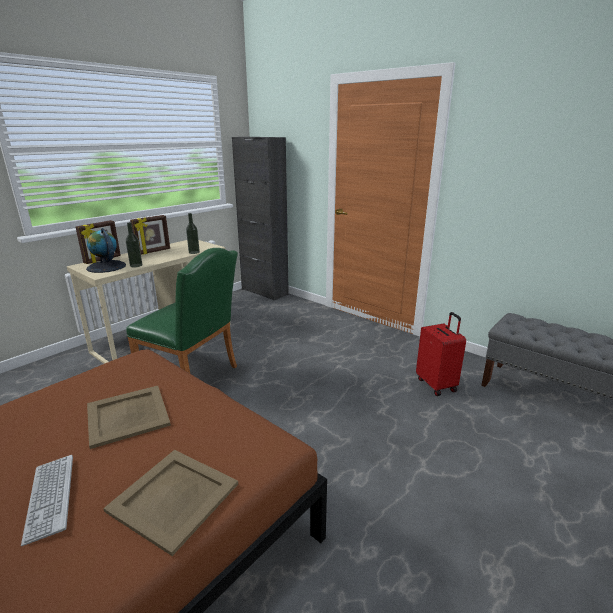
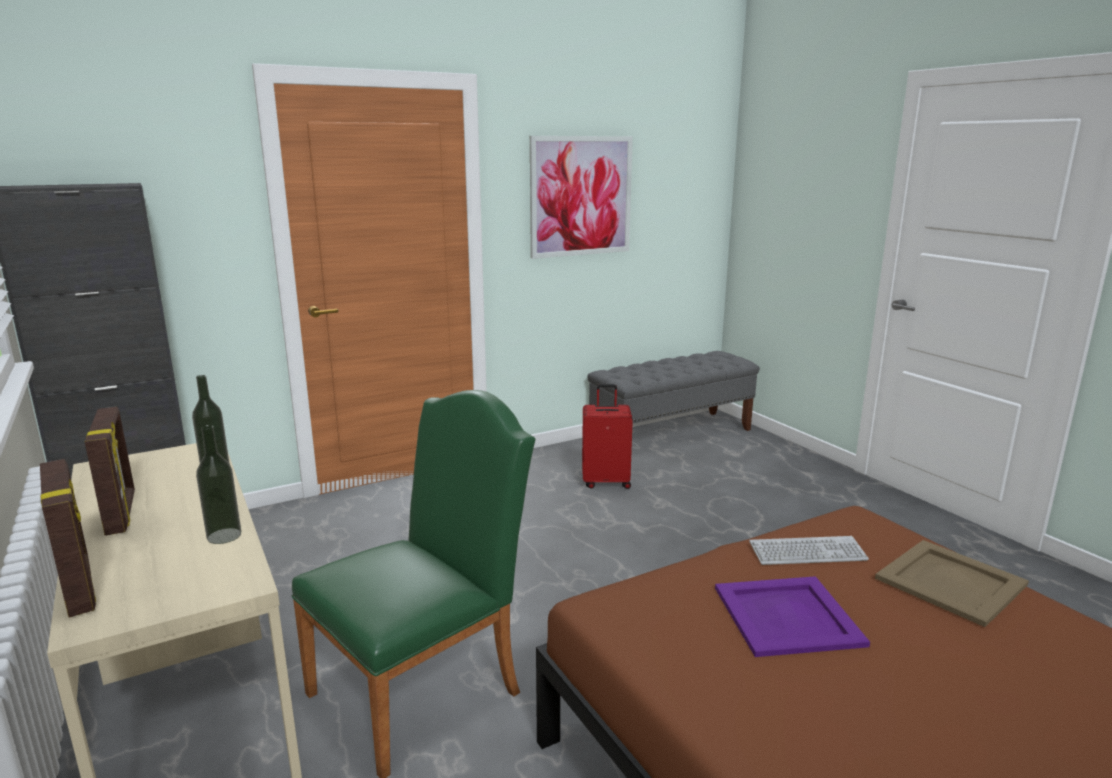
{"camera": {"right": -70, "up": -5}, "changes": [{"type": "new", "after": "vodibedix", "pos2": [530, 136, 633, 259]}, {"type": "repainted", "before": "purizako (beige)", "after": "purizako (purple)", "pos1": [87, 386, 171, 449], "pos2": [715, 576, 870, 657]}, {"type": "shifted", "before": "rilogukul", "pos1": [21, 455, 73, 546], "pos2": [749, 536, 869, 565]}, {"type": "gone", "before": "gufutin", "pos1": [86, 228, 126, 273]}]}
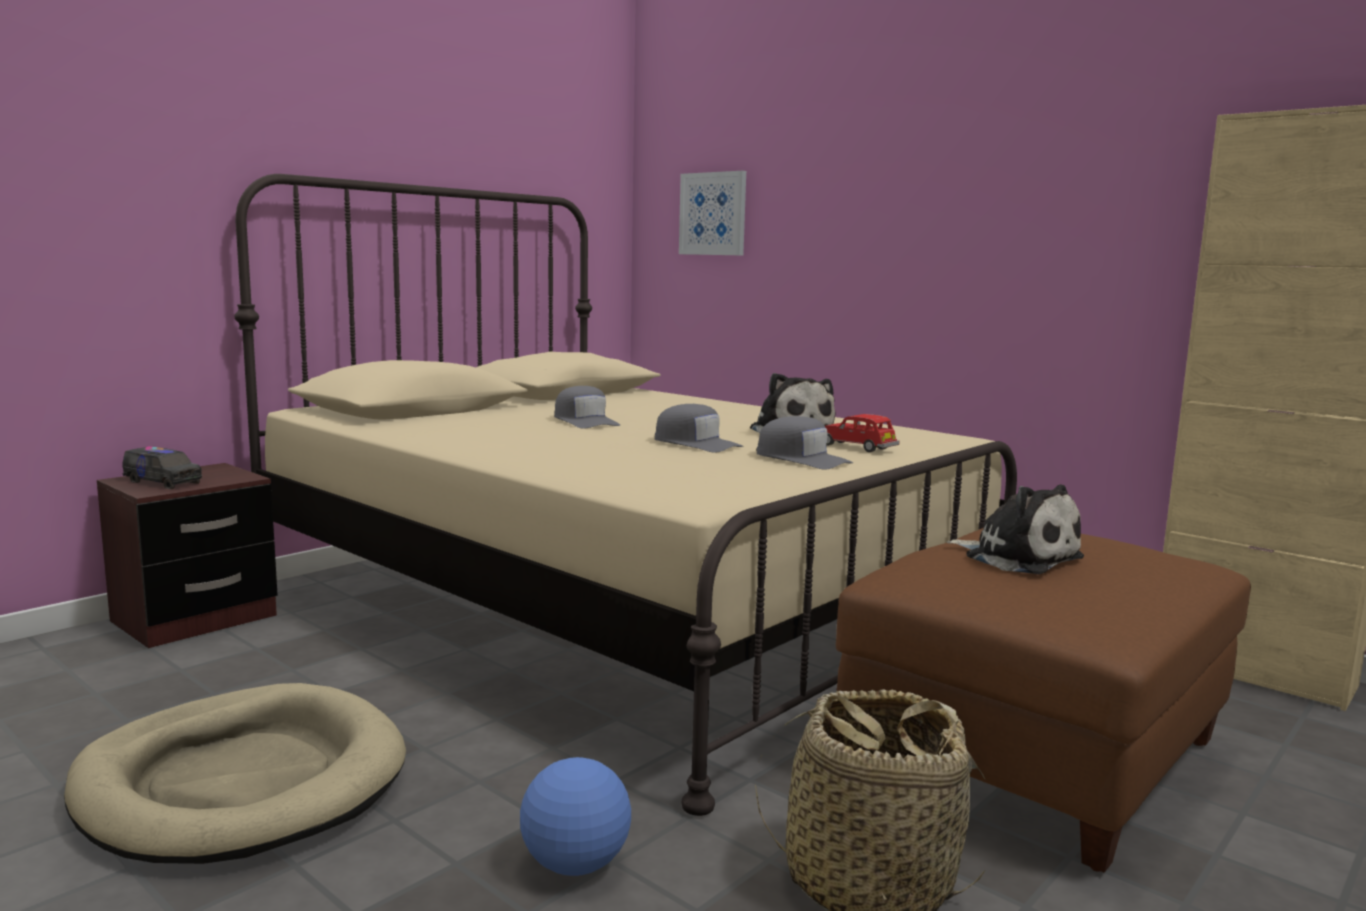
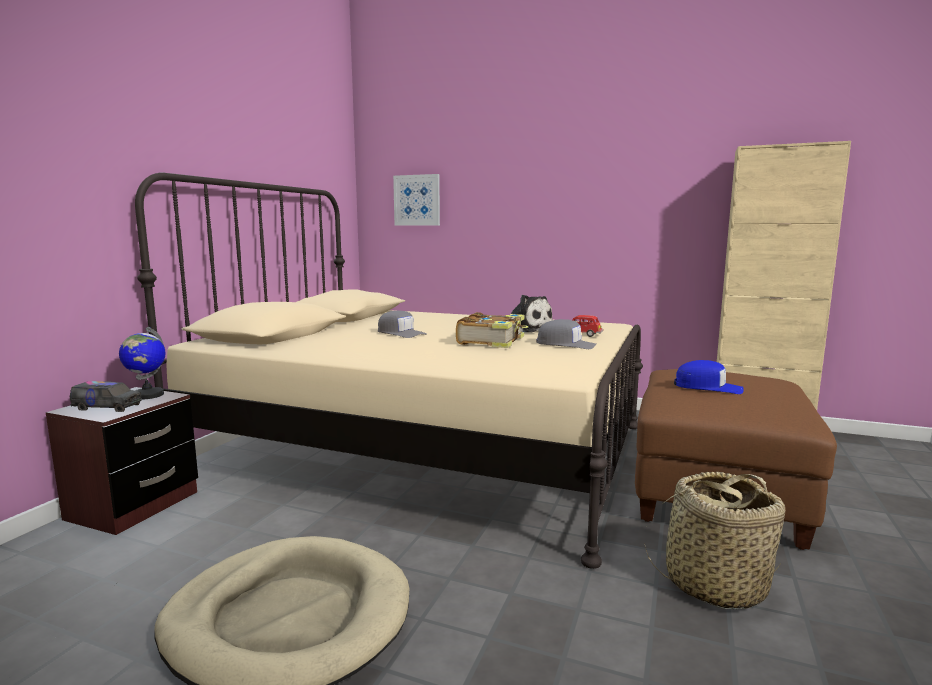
{"camera": {"right": -20, "up": 0}, "changes": [{"type": "new", "after": "gufutin", "pos2": [119, 327, 166, 400]}, {"type": "swapped", "before": "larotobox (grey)", "after": "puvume", "pos1": [655, 404, 744, 453], "pos2": [456, 312, 529, 348]}, {"type": "swapped", "before": "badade", "after": "larotobox (blue)", "pos1": [947, 485, 1084, 574], "pos2": [674, 360, 744, 394]}, {"type": "gone", "before": "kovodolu", "pos1": [520, 757, 631, 876]}]}
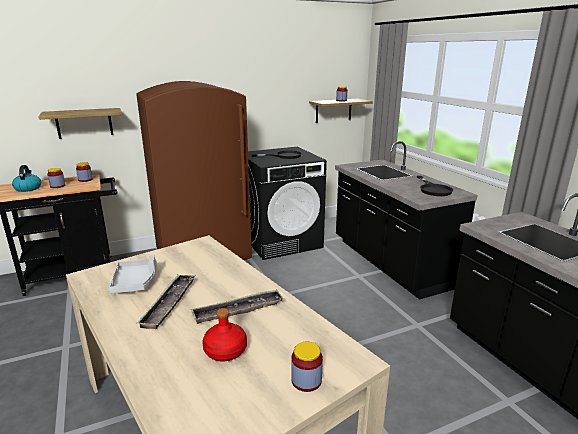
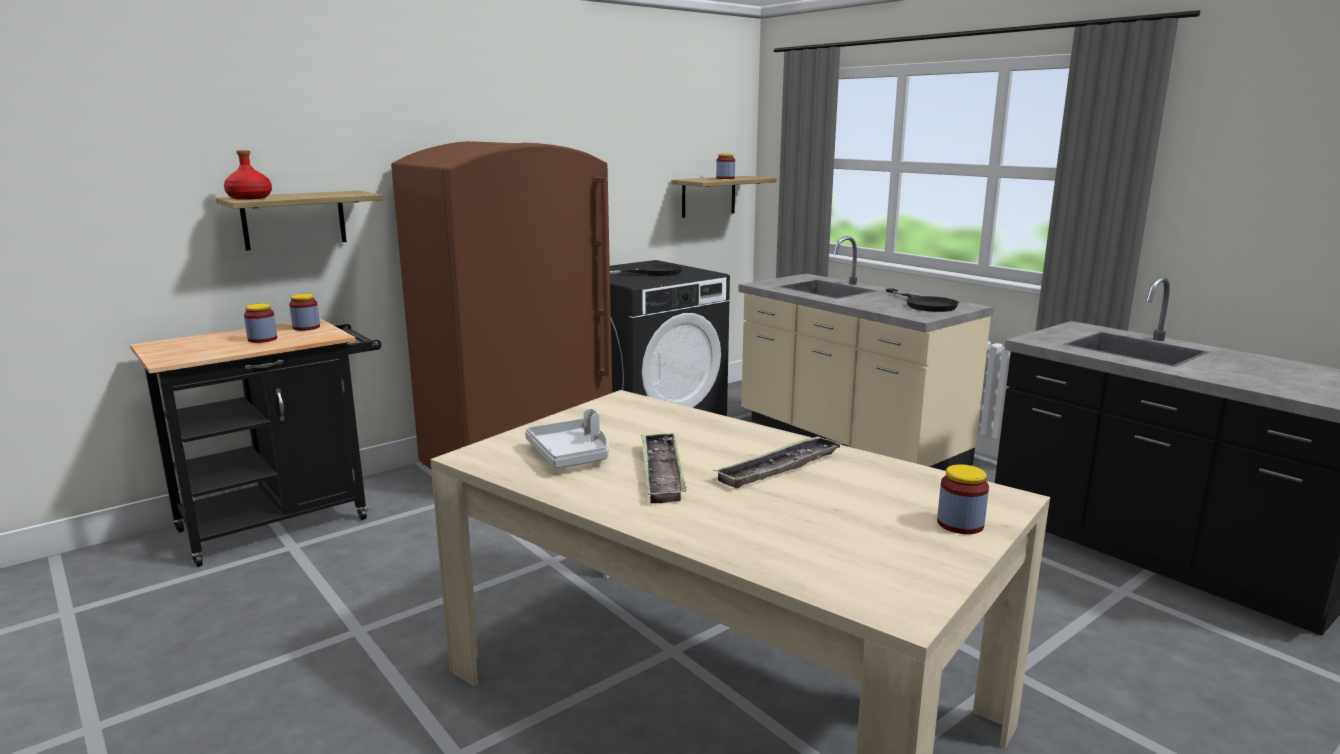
{"camera": {"right": -15, "up": -5}, "changes": [{"type": "shifted", "before": "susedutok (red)", "pos1": [202, 308, 247, 362], "pos2": [224, 150, 272, 200]}, {"type": "repainted", "before": "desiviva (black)", "after": "desiviva (beige)", "pos1": [335, 141, 478, 300], "pos2": [738, 236, 994, 471]}, {"type": "gone", "before": "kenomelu", "pos1": [12, 165, 41, 192]}]}
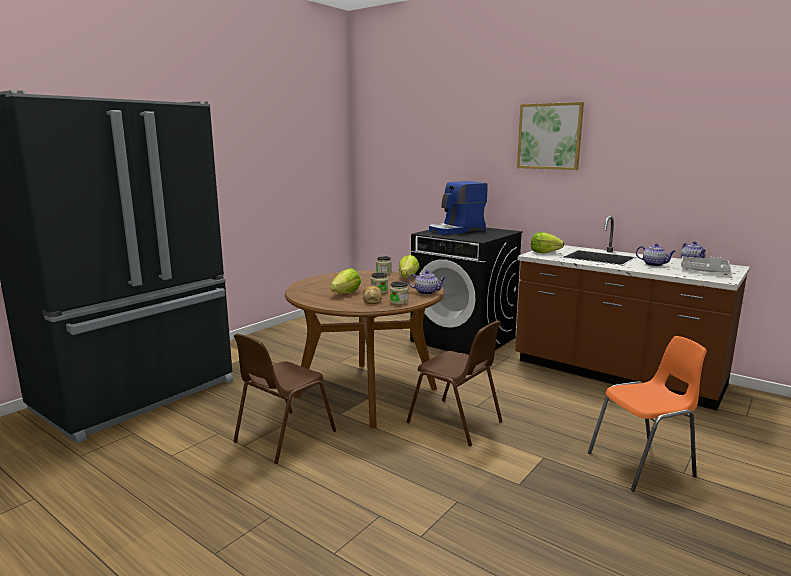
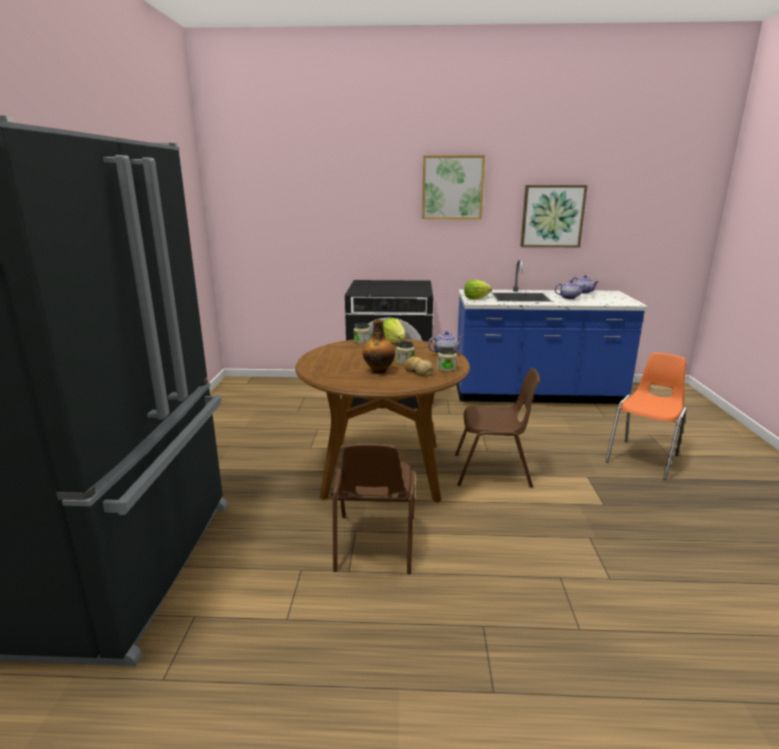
{"camera": {"right": -35, "up": 5}, "changes": [{"type": "swapped", "before": "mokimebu", "after": "susedutok", "pos1": [330, 268, 361, 293], "pos2": [363, 319, 395, 373]}, {"type": "repainted", "before": "desiviva (brown)", "after": "desiviva (blue)", "pos1": [515, 216, 750, 411], "pos2": [456, 260, 649, 404]}, {"type": "new", "after": "vodibedix", "pos2": [520, 185, 588, 247]}, {"type": "gone", "before": "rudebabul", "pos1": [429, 181, 488, 235]}, {"type": "gone", "before": "purizako (grey)", "pos1": [681, 257, 731, 272]}]}
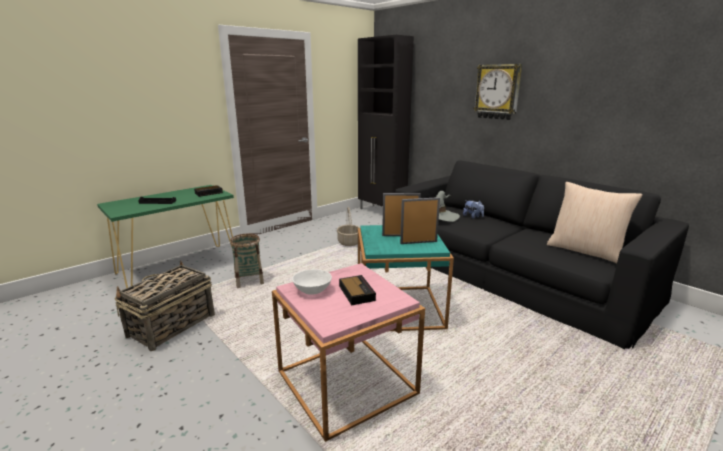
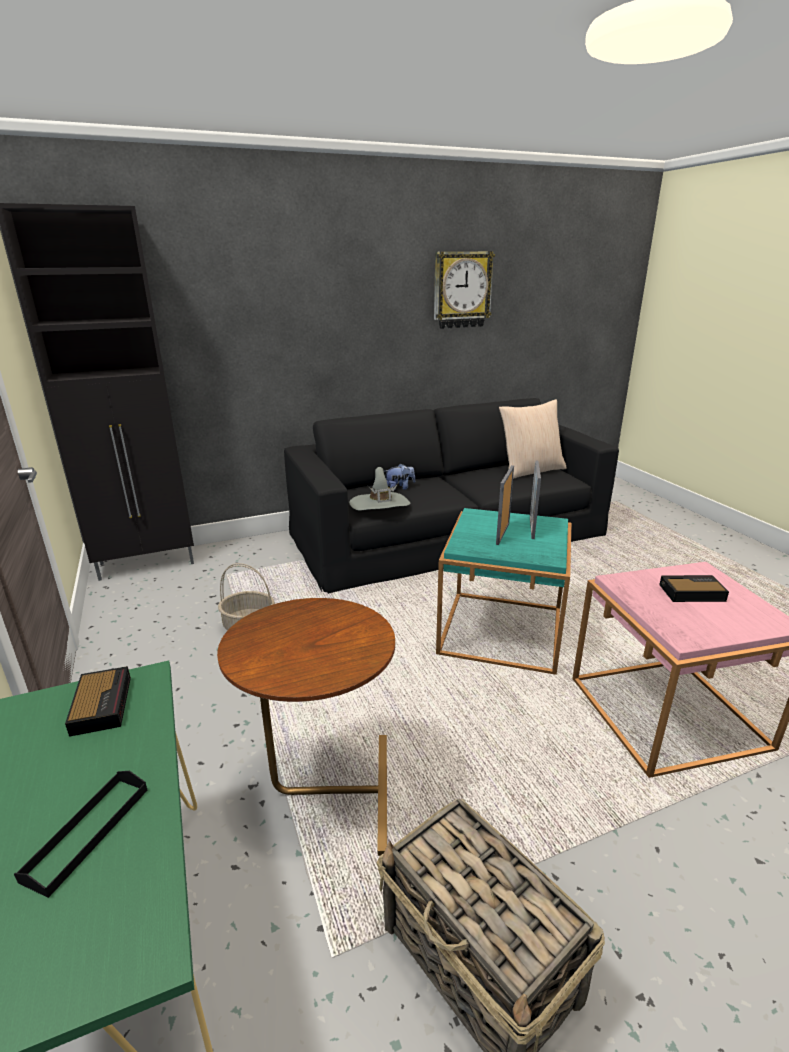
{"camera": {"right": -70, "up": 5}, "changes": [{"type": "swapped", "before": "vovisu", "after": "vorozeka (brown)", "pos1": [230, 233, 264, 288], "pos2": [217, 598, 395, 856]}, {"type": "shifted", "before": "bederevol", "pos1": [473, 64, 522, 120], "pos2": [434, 251, 495, 329]}, {"type": "gone", "before": "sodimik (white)", "pos1": [292, 269, 332, 295]}]}
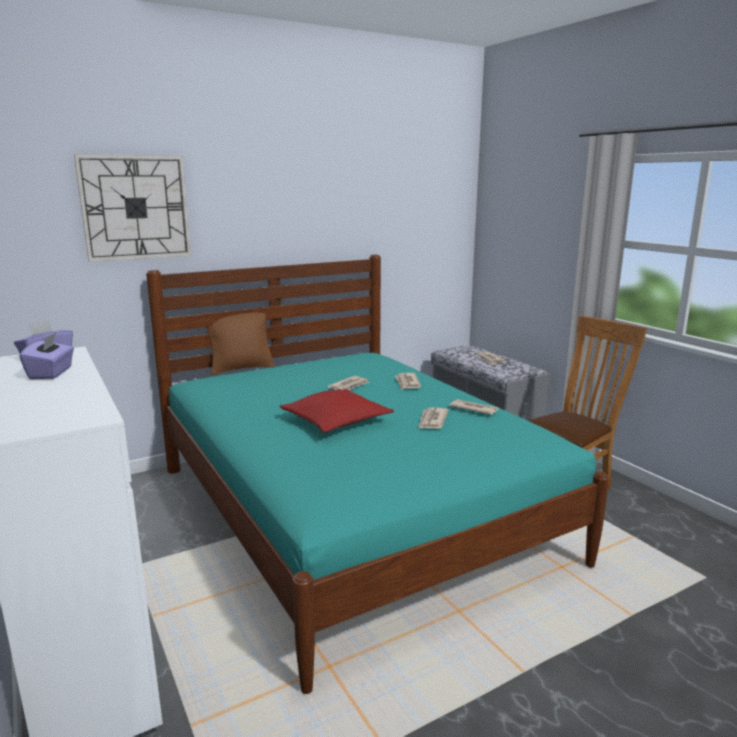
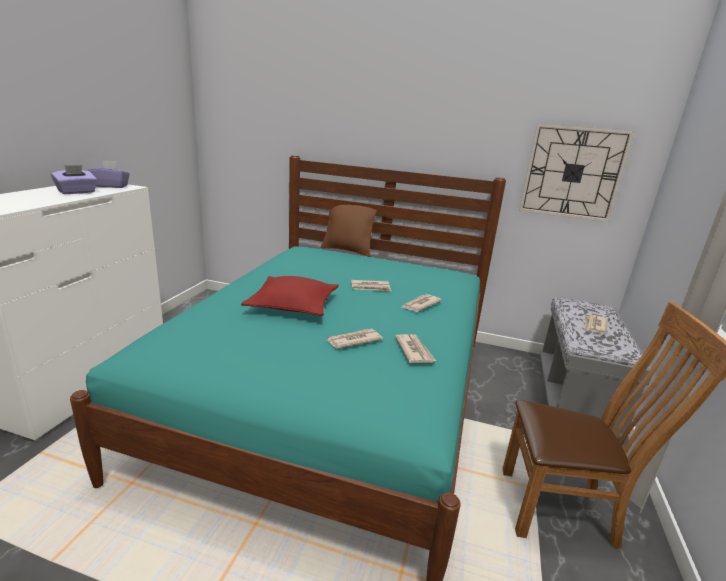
{"camera": {"right": 45, "up": 5}, "changes": [{"type": "shifted", "before": "bederevol", "pos1": [74, 154, 191, 262], "pos2": [519, 123, 635, 222]}]}
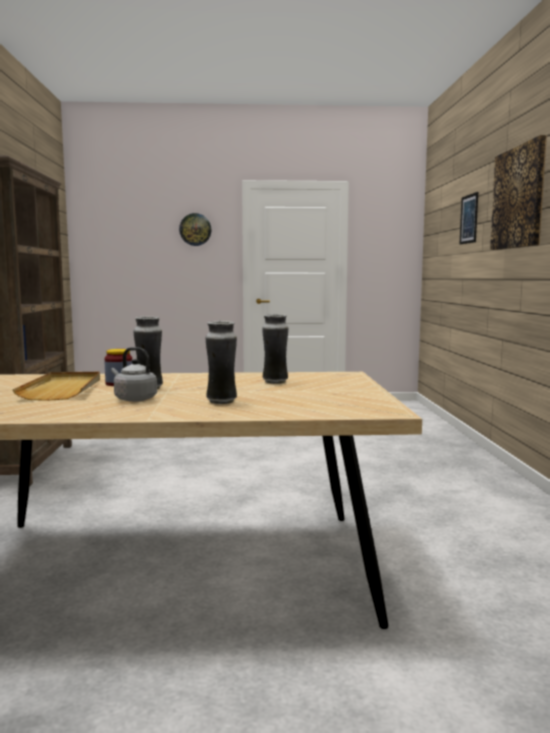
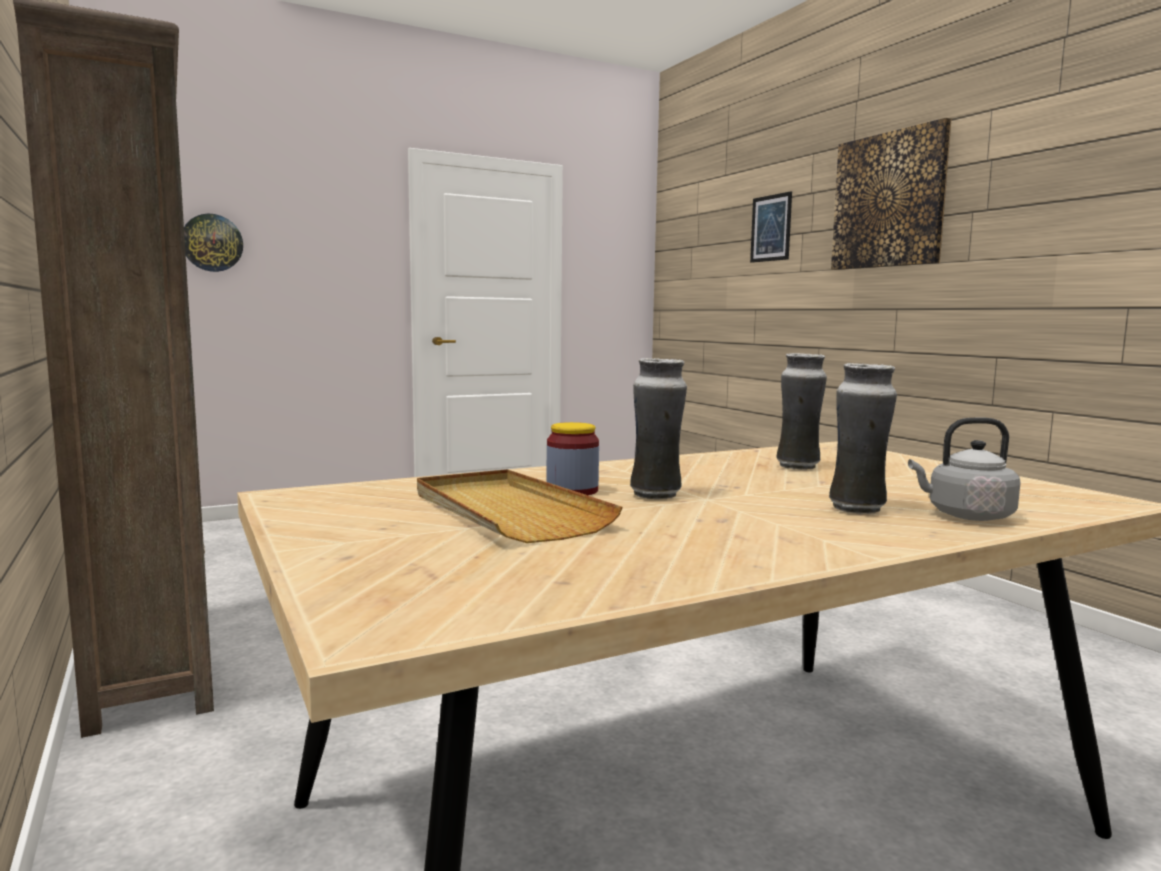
{"camera": {"right": -25, "up": 0}, "changes": [{"type": "shifted", "before": "bederevol", "pos1": [179, 213, 211, 246], "pos2": [184, 214, 243, 272]}, {"type": "shifted", "before": "kenomelu (grey)", "pos1": [111, 347, 157, 402], "pos2": [908, 417, 1021, 521]}]}
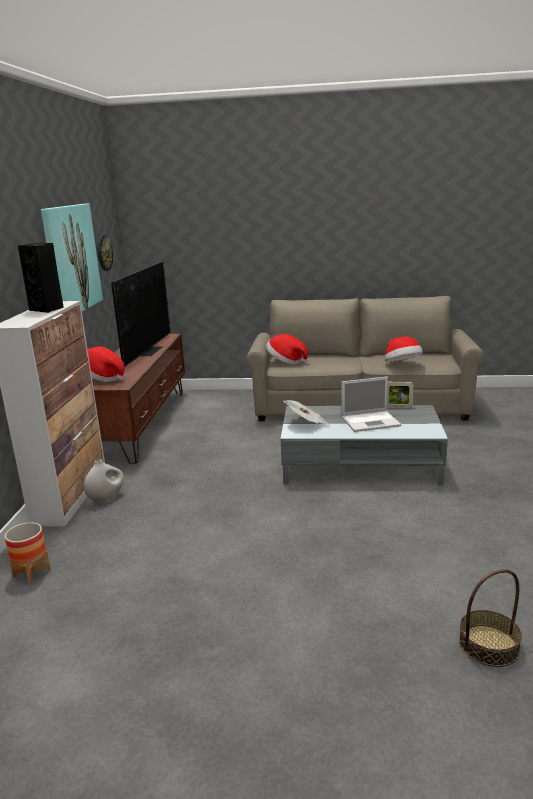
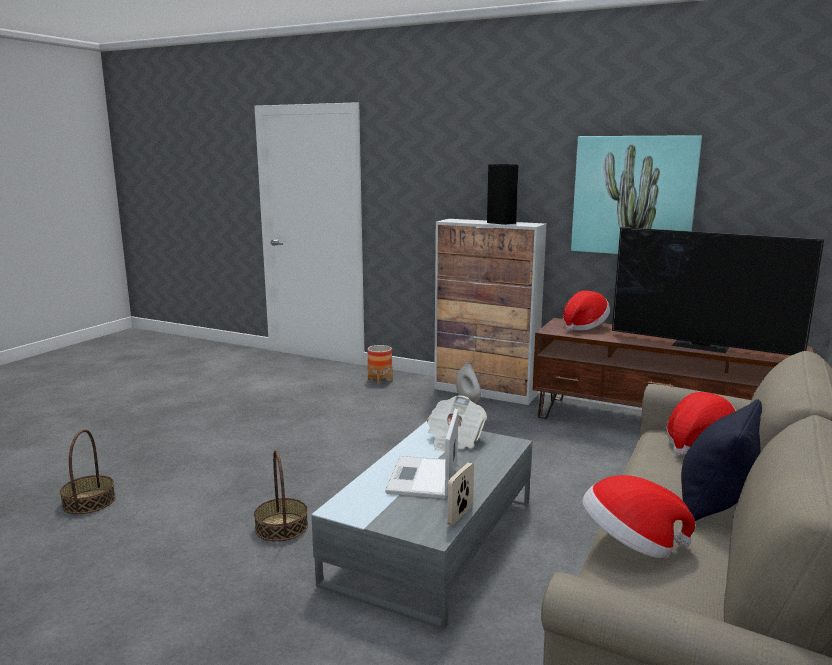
{"camera": {"right": 110, "up": -5}, "changes": [{"type": "new", "after": "vovisu", "pos2": [254, 450, 308, 542]}, {"type": "new", "after": "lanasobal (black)", "pos2": [681, 399, 762, 521]}, {"type": "gone", "before": "bederevol", "pos1": [98, 235, 113, 271]}]}
